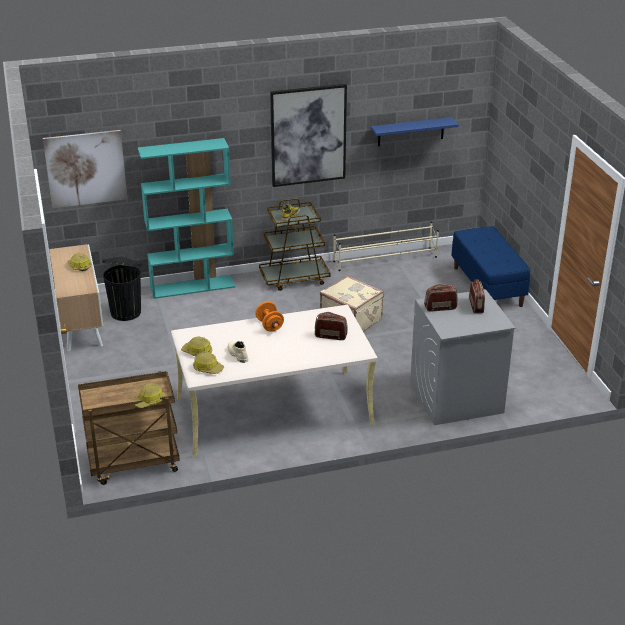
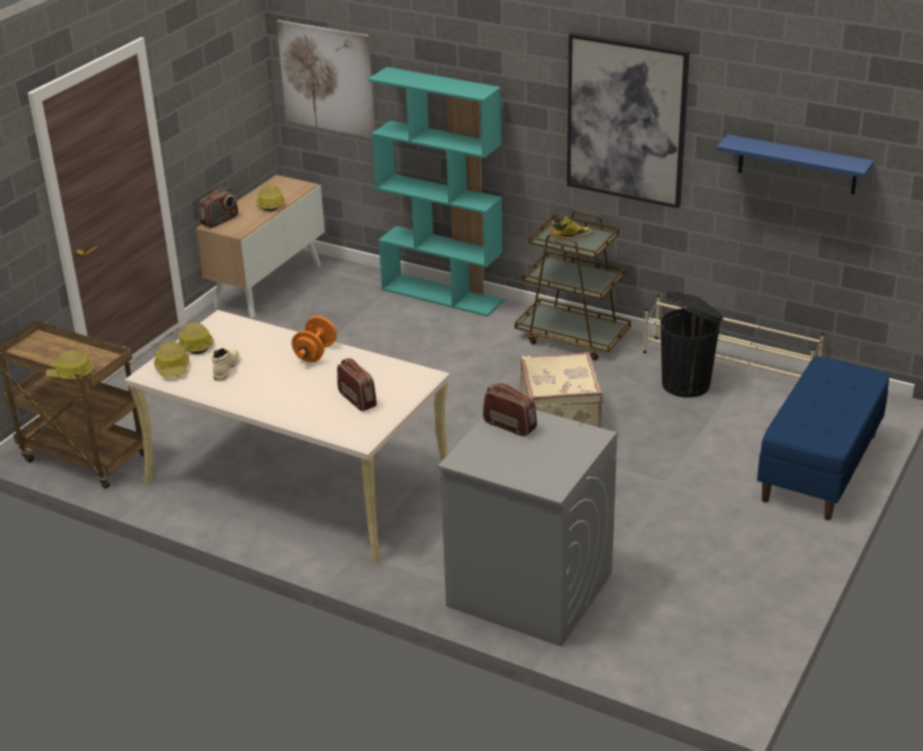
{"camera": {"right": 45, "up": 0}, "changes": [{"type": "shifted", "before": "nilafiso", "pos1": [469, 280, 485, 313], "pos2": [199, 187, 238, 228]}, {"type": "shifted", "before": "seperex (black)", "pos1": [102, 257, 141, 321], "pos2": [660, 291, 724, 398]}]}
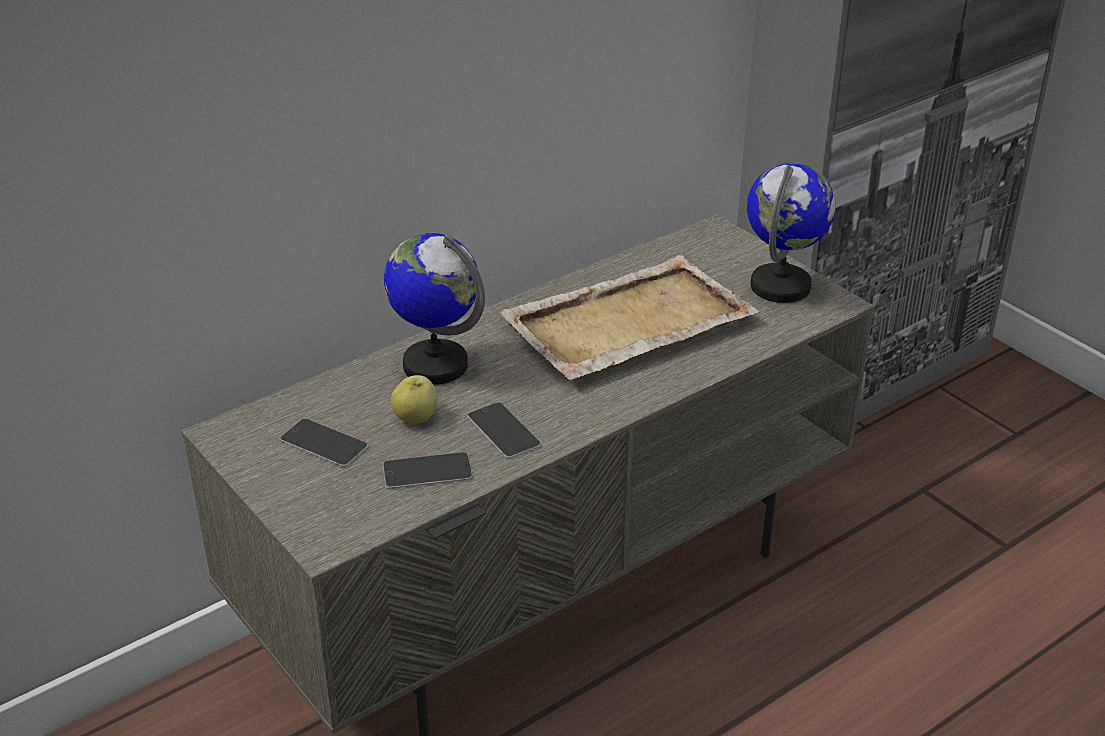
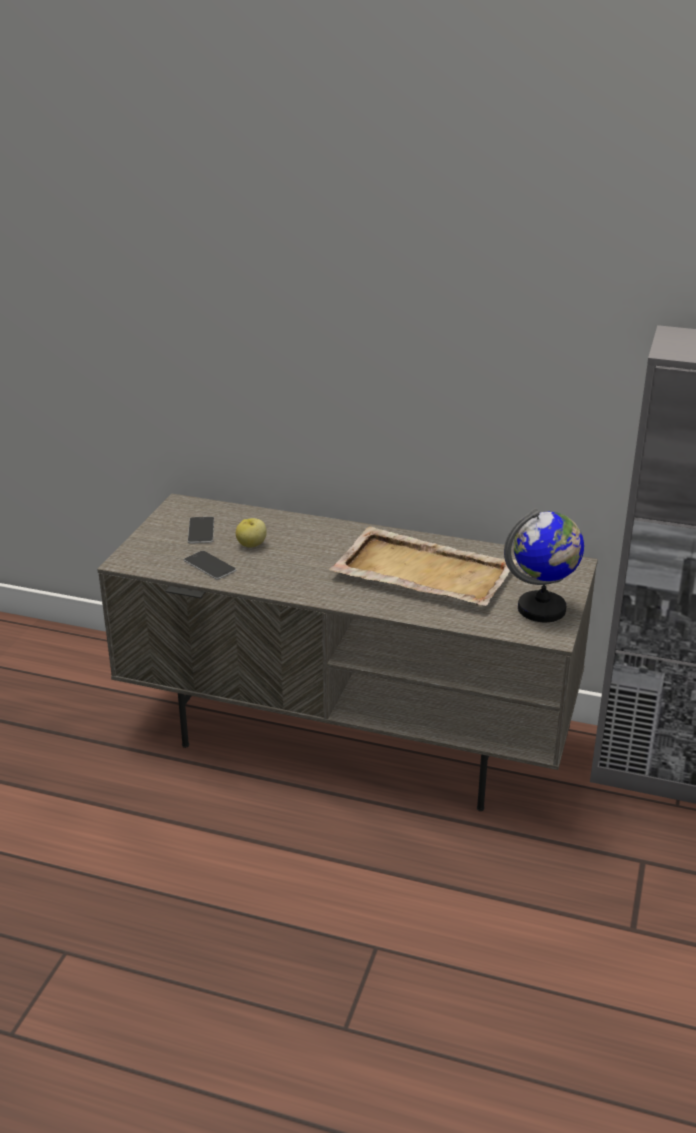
{"camera": {"right": 55, "up": -5}, "changes": [{"type": "gone", "before": "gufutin", "pos1": [384, 233, 485, 385]}, {"type": "gone", "before": "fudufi", "pos1": [467, 402, 541, 459]}]}
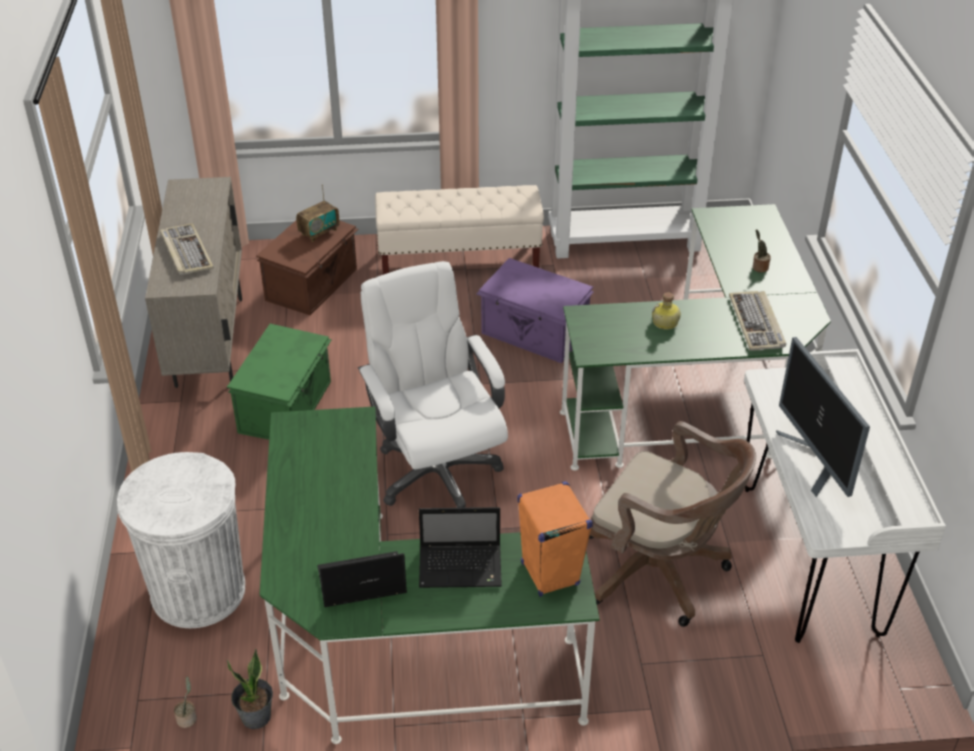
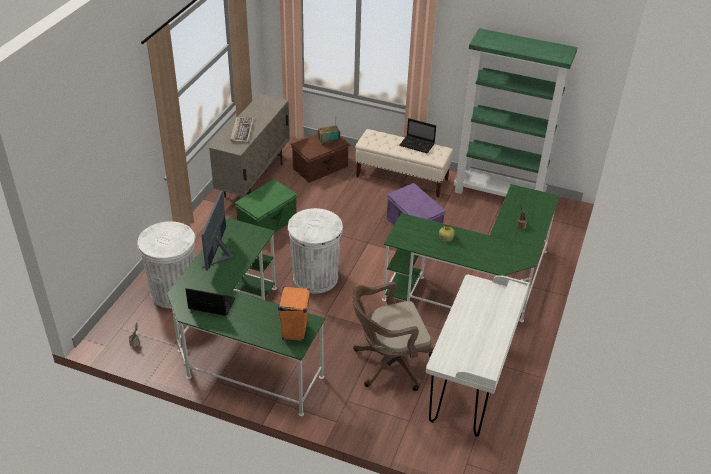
{"camera": {"right": 25, "up": 0}, "changes": [{"type": "shifted", "before": "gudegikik", "pos1": [776, 337, 870, 497], "pos2": [201, 190, 234, 271]}, {"type": "swapped", "before": "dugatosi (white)", "after": "seperex (white)", "pos1": [358, 261, 508, 508], "pos2": [288, 208, 343, 293]}, {"type": "rotated", "before": "dugatosi (brown)", "pos1": [589, 421, 756, 627], "pos2": [352, 282, 434, 391], "turn": 105}, {"type": "shifted", "before": "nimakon", "pos1": [419, 507, 502, 588], "pos2": [399, 118, 436, 154]}, {"type": "gone", "before": "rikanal", "pos1": [227, 649, 273, 729]}, {"type": "gone", "before": "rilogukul", "pos1": [729, 291, 786, 351]}]}
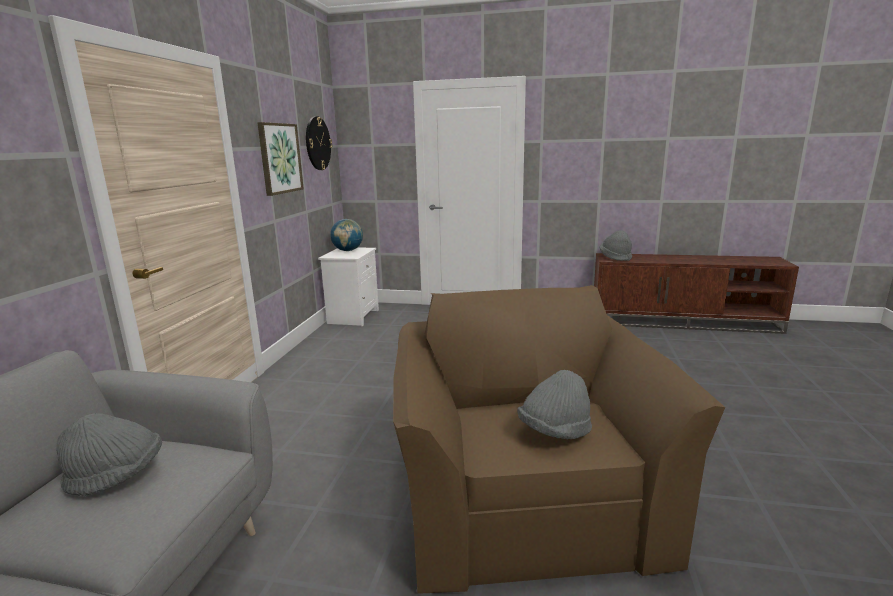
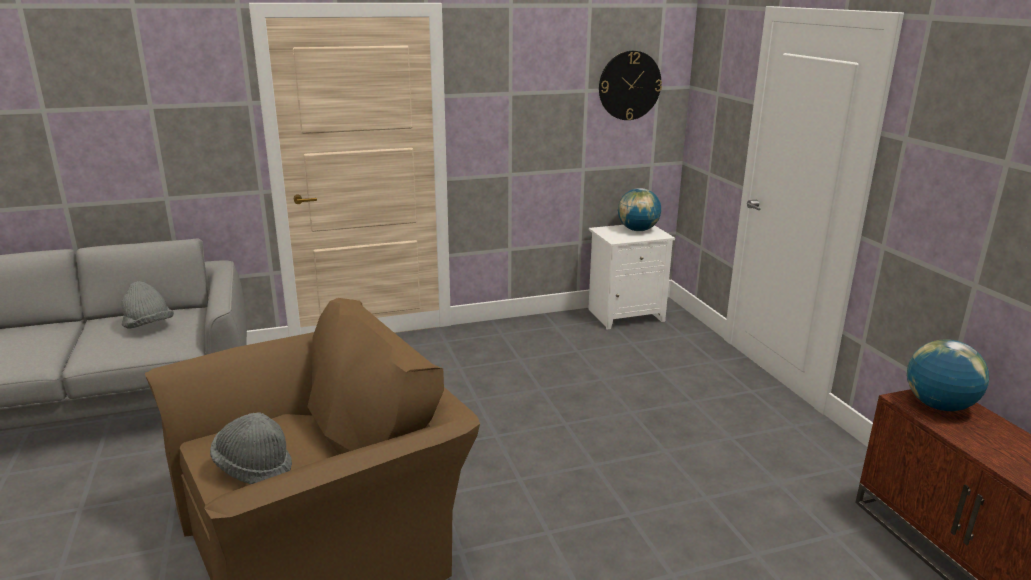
{"camera": {"right": 60, "up": 5}, "changes": [{"type": "swapped", "before": "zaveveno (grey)", "after": "gufutin", "pos1": [600, 230, 632, 261], "pos2": [907, 339, 989, 411]}, {"type": "gone", "before": "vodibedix", "pos1": [257, 122, 304, 196]}]}
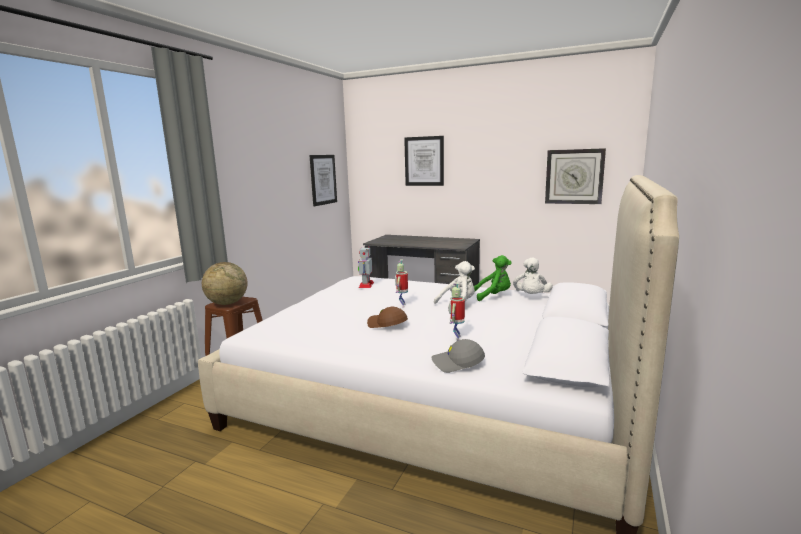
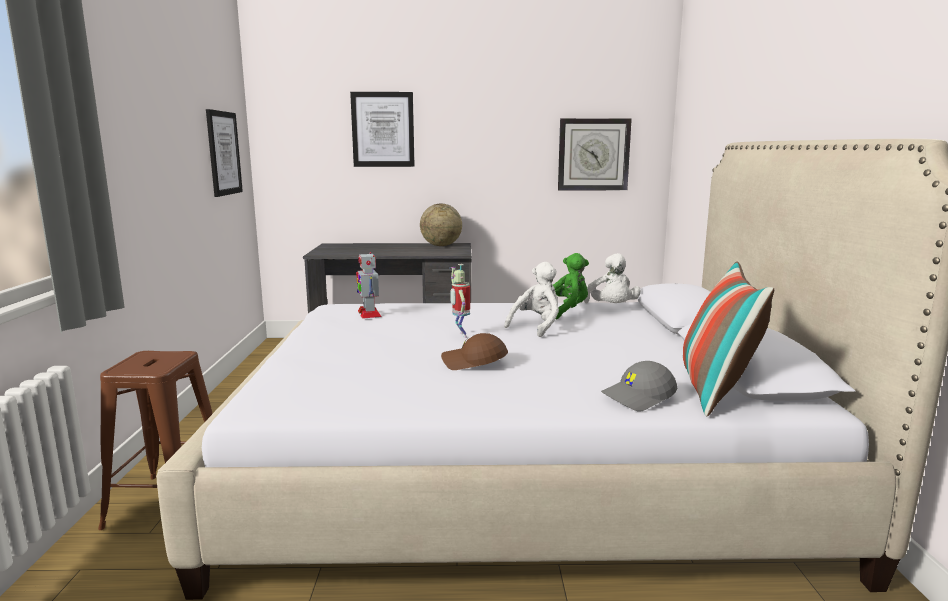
{"camera": {"right": -25, "up": 0}, "changes": [{"type": "shifted", "before": "gufutin", "pos1": [202, 262, 248, 305], "pos2": [420, 204, 462, 246]}, {"type": "new", "after": "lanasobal", "pos2": [683, 261, 774, 417]}, {"type": "gone", "before": "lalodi", "pos1": [449, 283, 465, 341]}]}
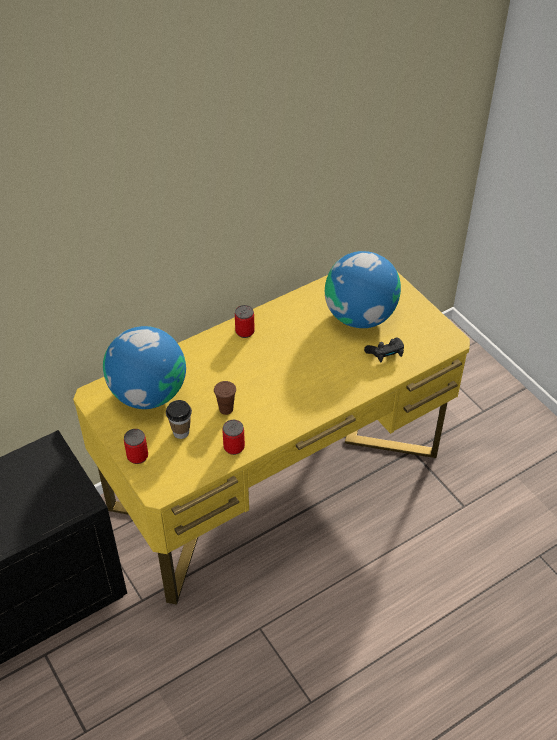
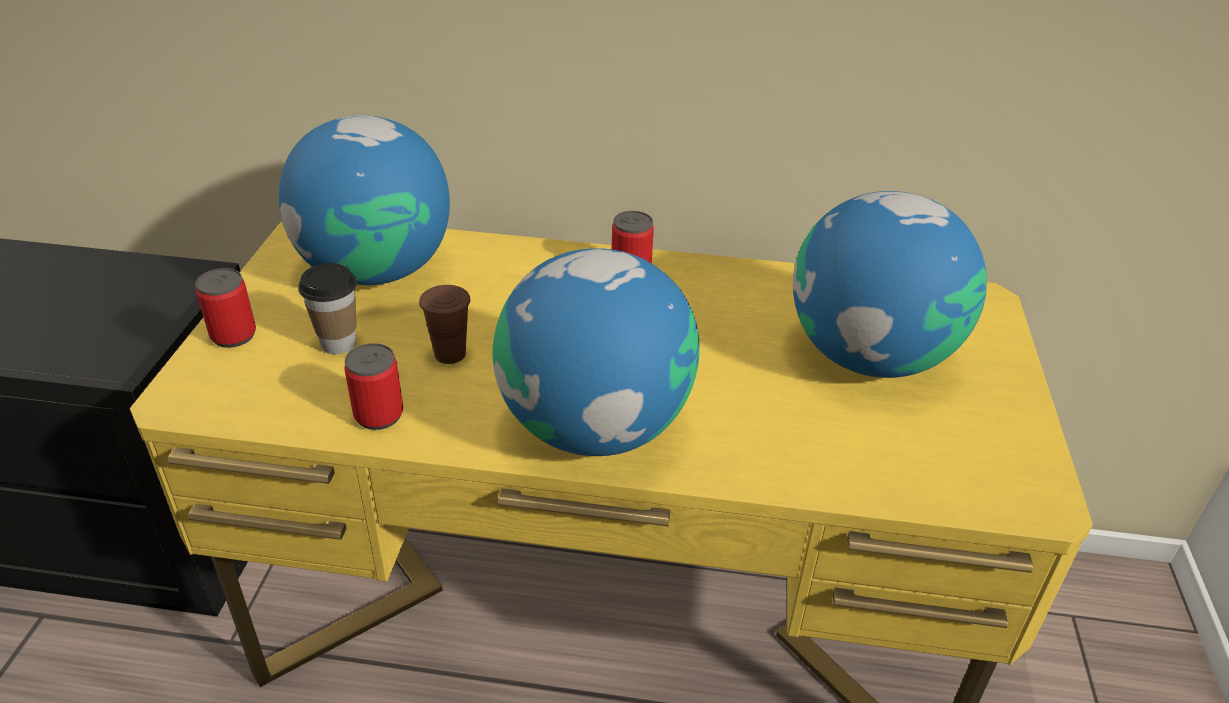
{"camera": {"right": 40, "up": -10}, "changes": [{"type": "new", "after": "gufutin", "pos2": [492, 248, 700, 456]}, {"type": "gone", "before": "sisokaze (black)", "pos1": [364, 338, 404, 362]}]}
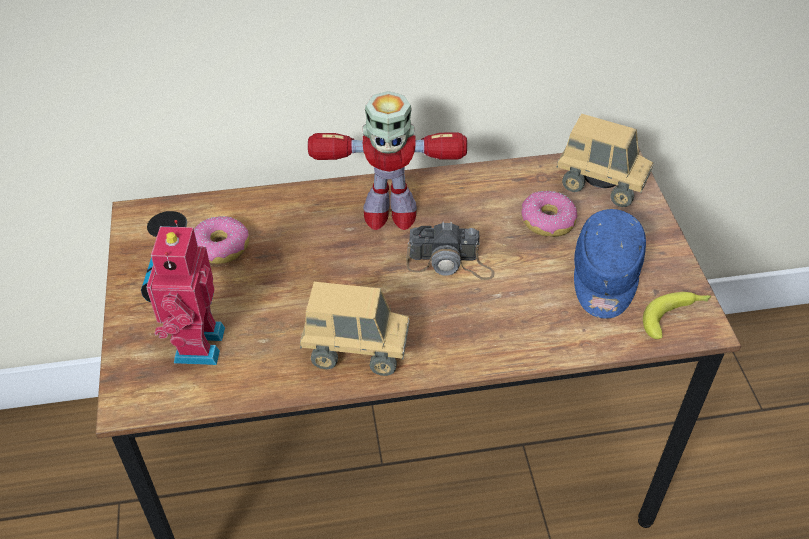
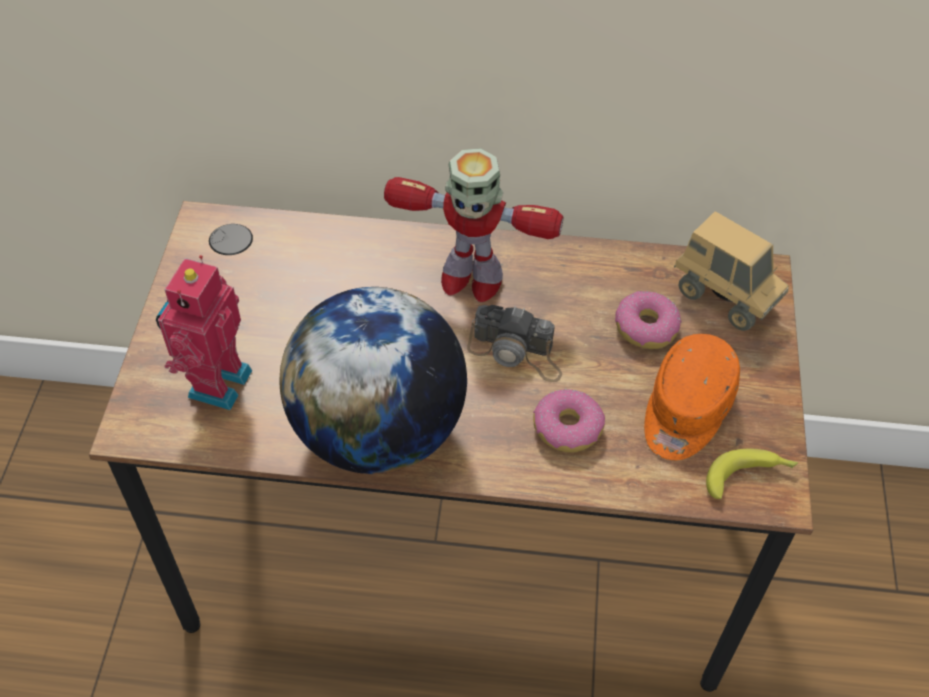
{"camera": {"right": 15, "up": 5}, "changes": [{"type": "swapped", "before": "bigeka", "after": "gufutin", "pos1": [300, 282, 410, 376], "pos2": [279, 287, 467, 474]}, {"type": "shifted", "before": "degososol", "pos1": [194, 216, 249, 264], "pos2": [533, 389, 605, 453]}, {"type": "repainted", "before": "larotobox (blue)", "after": "larotobox (orange)", "pos1": [574, 209, 646, 319], "pos2": [644, 334, 740, 460]}]}
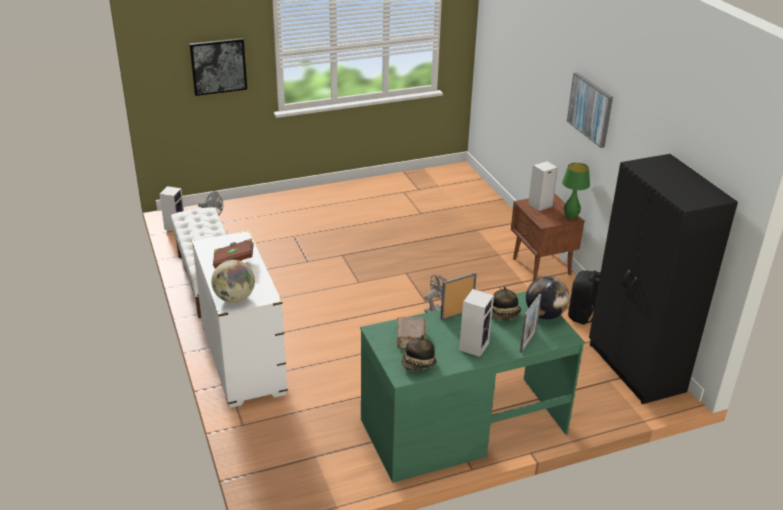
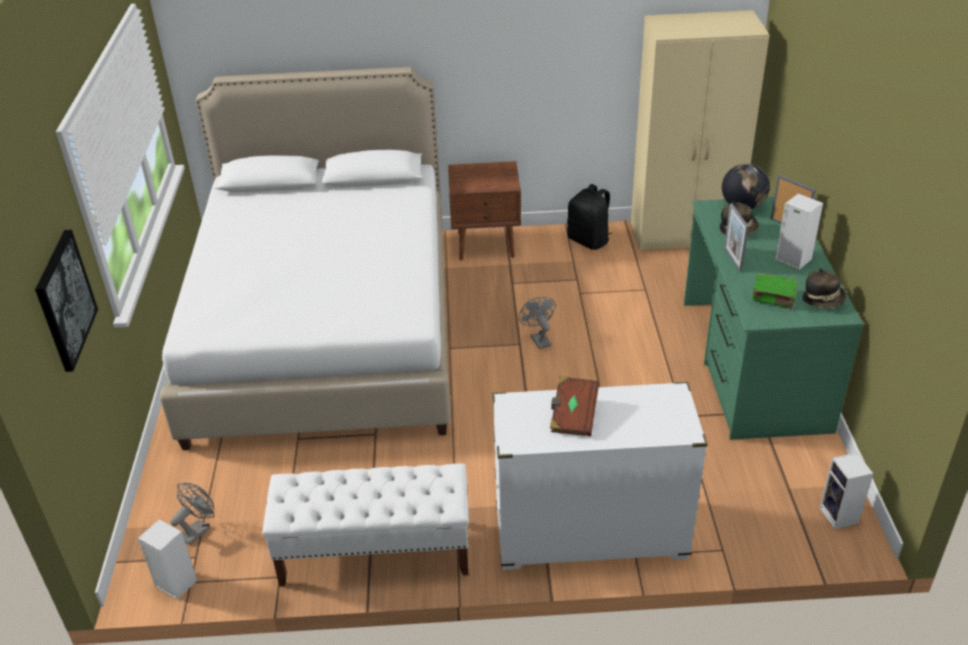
{"camera": {"right": -70, "up": 5}, "changes": [{"type": "new", "after": "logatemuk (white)", "pos2": [160, 67, 451, 450]}, {"type": "repainted", "before": "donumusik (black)", "after": "donumusik (beige)", "pos1": [589, 154, 738, 404], "pos2": [631, 10, 770, 251]}, {"type": "repainted", "before": "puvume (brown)", "after": "puvume (green)", "pos1": [397, 317, 426, 348], "pos2": [752, 273, 798, 309]}, {"type": "shifted", "before": "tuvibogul", "pos1": [528, 161, 558, 211], "pos2": [820, 453, 873, 529]}, {"type": "gone", "before": "gufutin", "pos1": [211, 260, 255, 303]}, {"type": "gone", "before": "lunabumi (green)", "pos1": [562, 163, 590, 219]}, {"type": "gone", "before": "vodibedix", "pos1": [567, 73, 613, 148]}]}
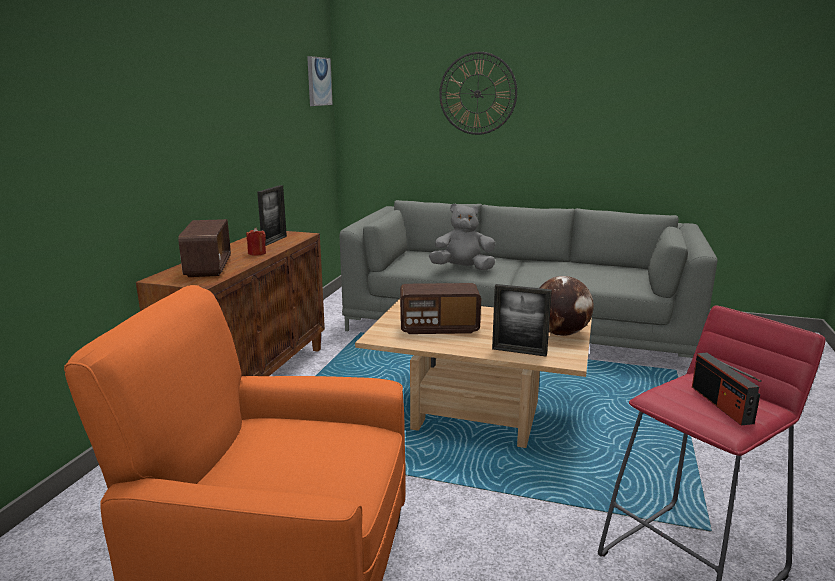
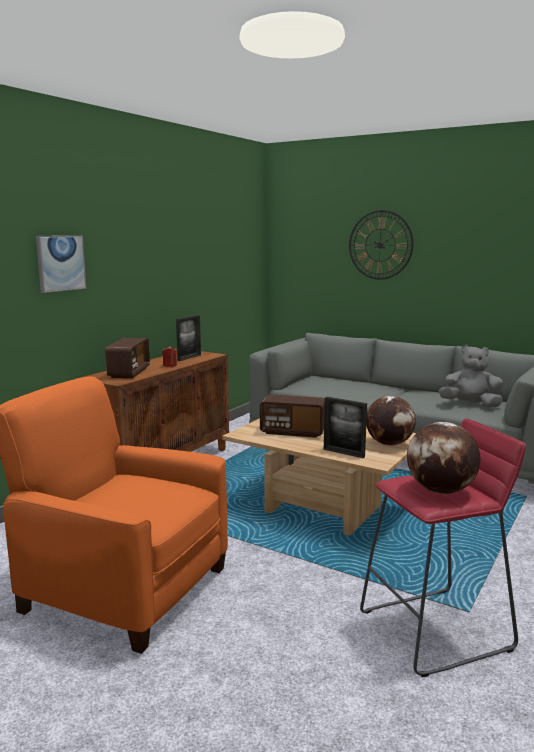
{"camera": {"right": 15, "up": -5}, "changes": [{"type": "shifted", "before": "vodibedix", "pos1": [307, 56, 333, 106], "pos2": [36, 235, 86, 293]}, {"type": "swapped", "before": "nilafiso", "after": "gufutin", "pos1": [692, 353, 762, 425], "pos2": [407, 422, 481, 494]}, {"type": "shifted", "before": "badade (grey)", "pos1": [429, 204, 495, 270], "pos2": [439, 345, 504, 408]}]}
